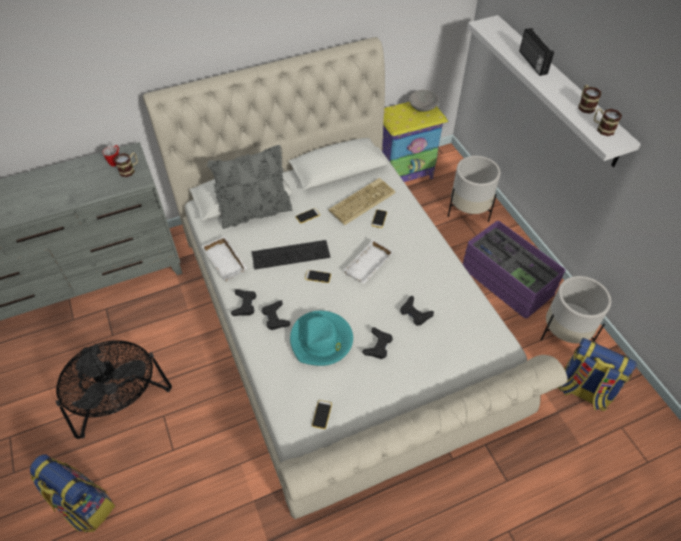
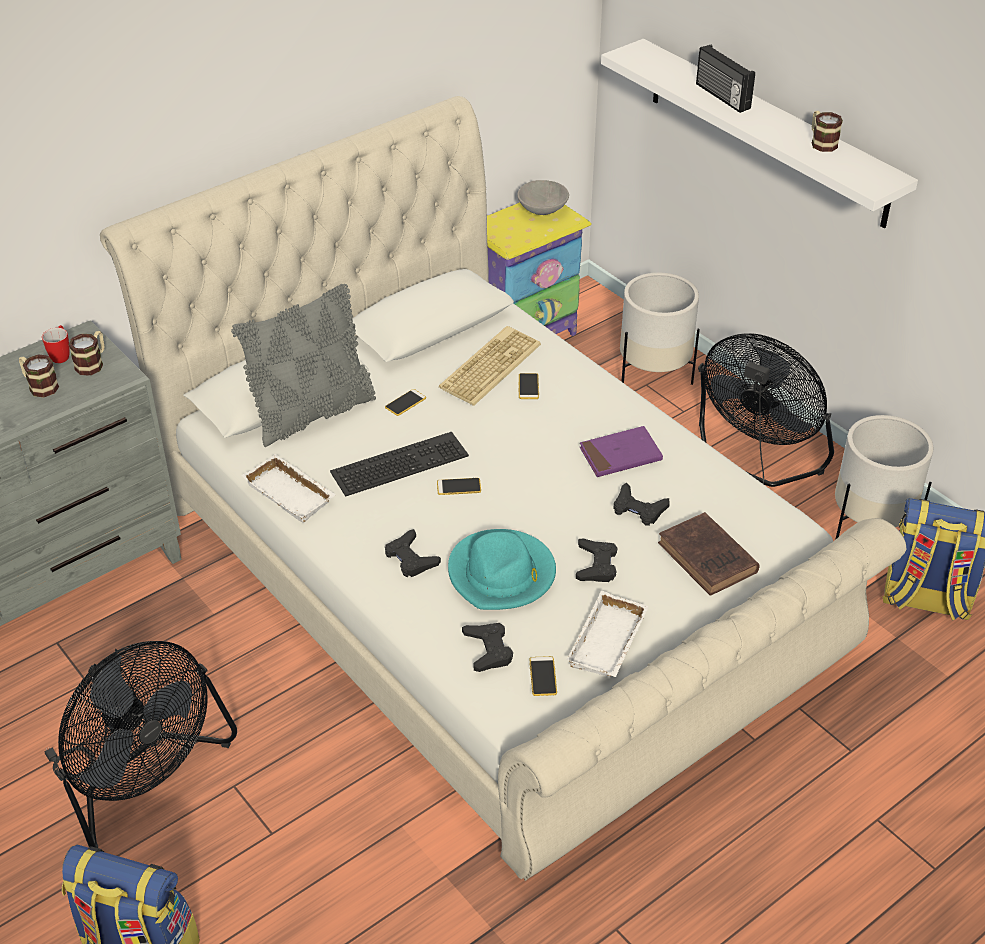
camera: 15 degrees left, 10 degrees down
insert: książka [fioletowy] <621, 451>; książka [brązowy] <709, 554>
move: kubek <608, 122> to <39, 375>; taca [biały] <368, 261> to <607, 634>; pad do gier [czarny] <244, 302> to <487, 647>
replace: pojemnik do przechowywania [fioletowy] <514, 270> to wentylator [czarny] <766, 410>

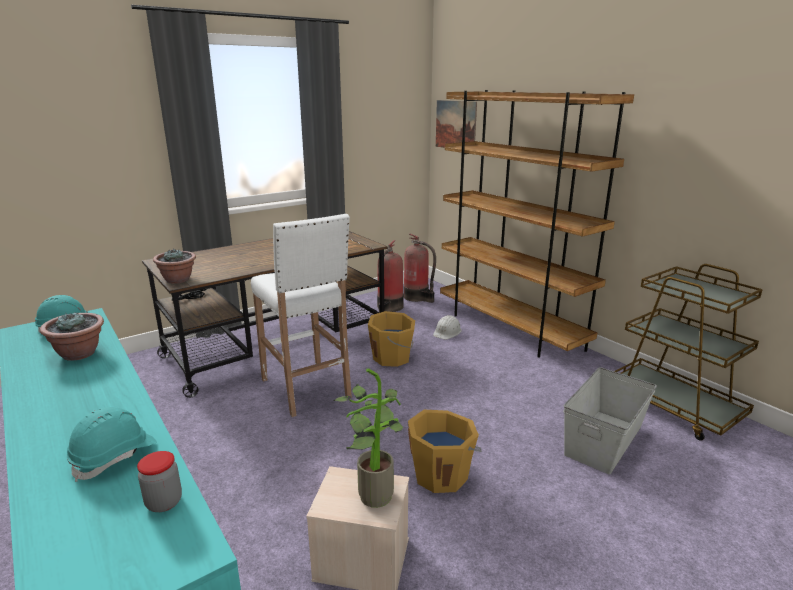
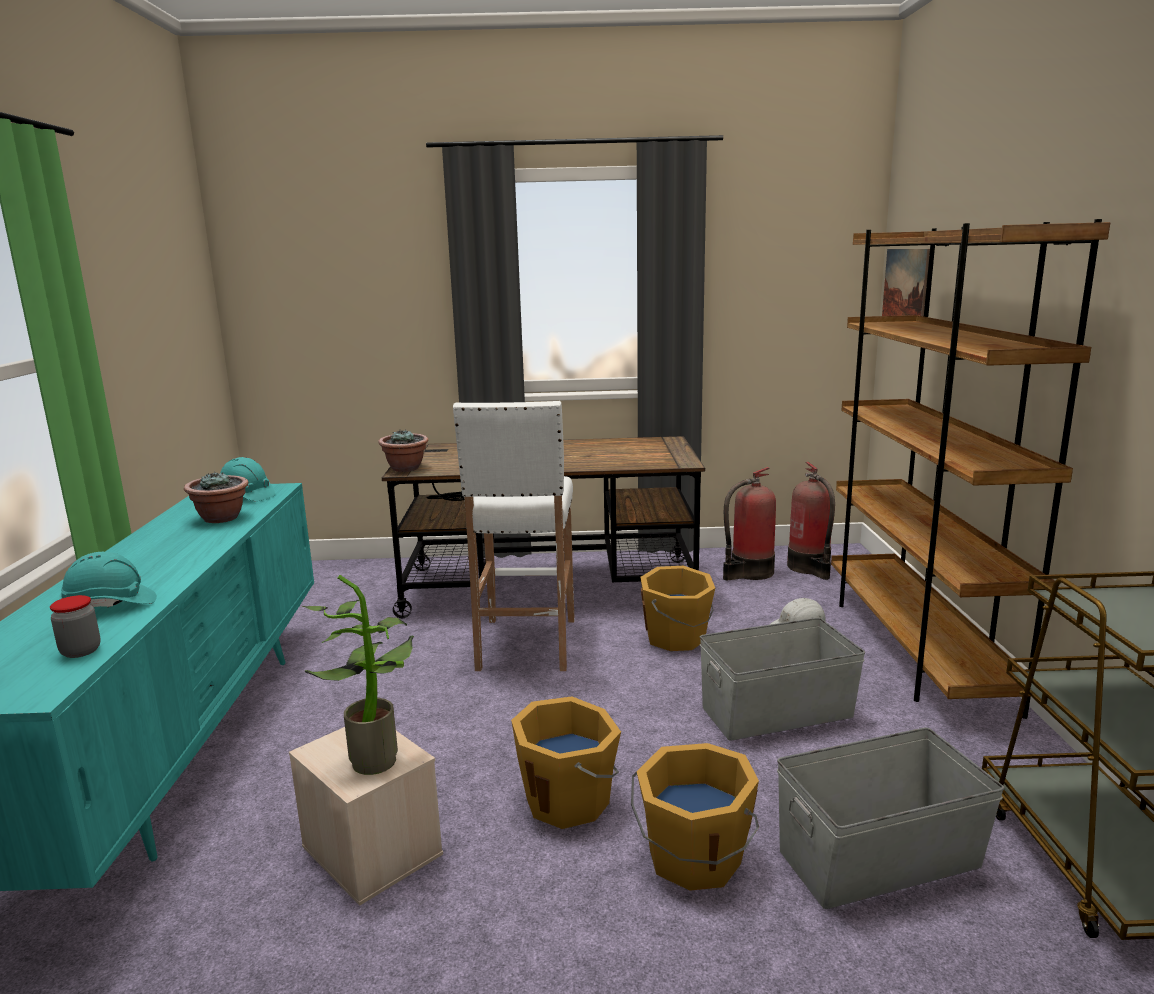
camera: 35 degrees right, 5 degrees down
insert: pojemnik do przechowywania [szary] <782, 679>; wiadro [pomarańczowy] <695, 817>

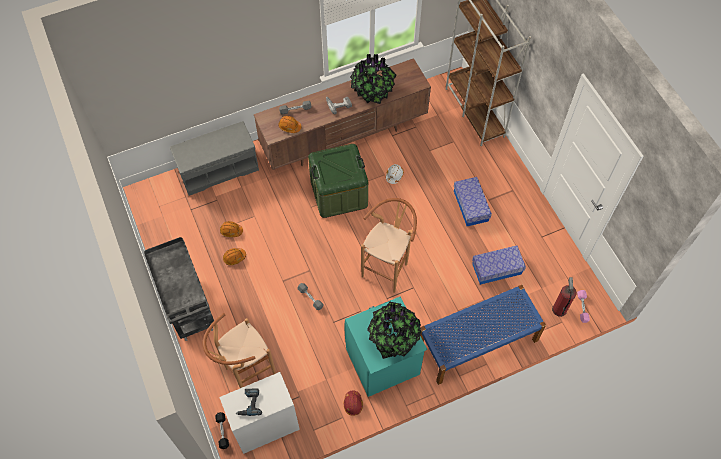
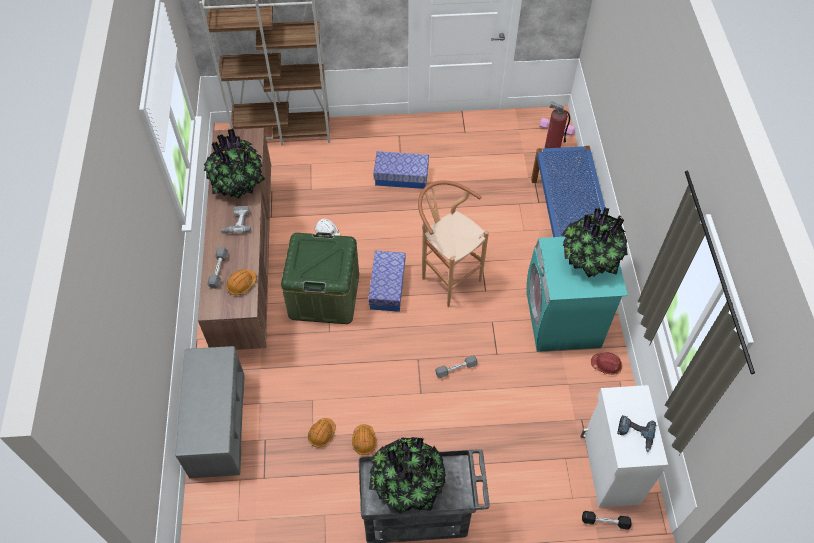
camera: 70 degrees left, 5 degrees down
delete: stołek [brązowy] <239, 350>
insert: roślina doniczkowa <407, 475>
move: pojemnik do przechowywania <499, 265> to <386, 281>

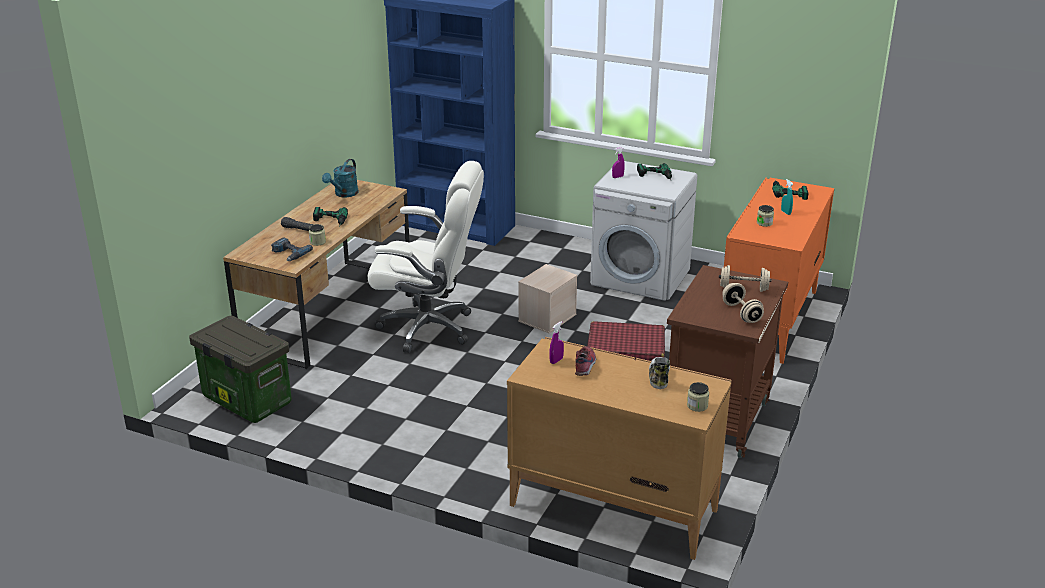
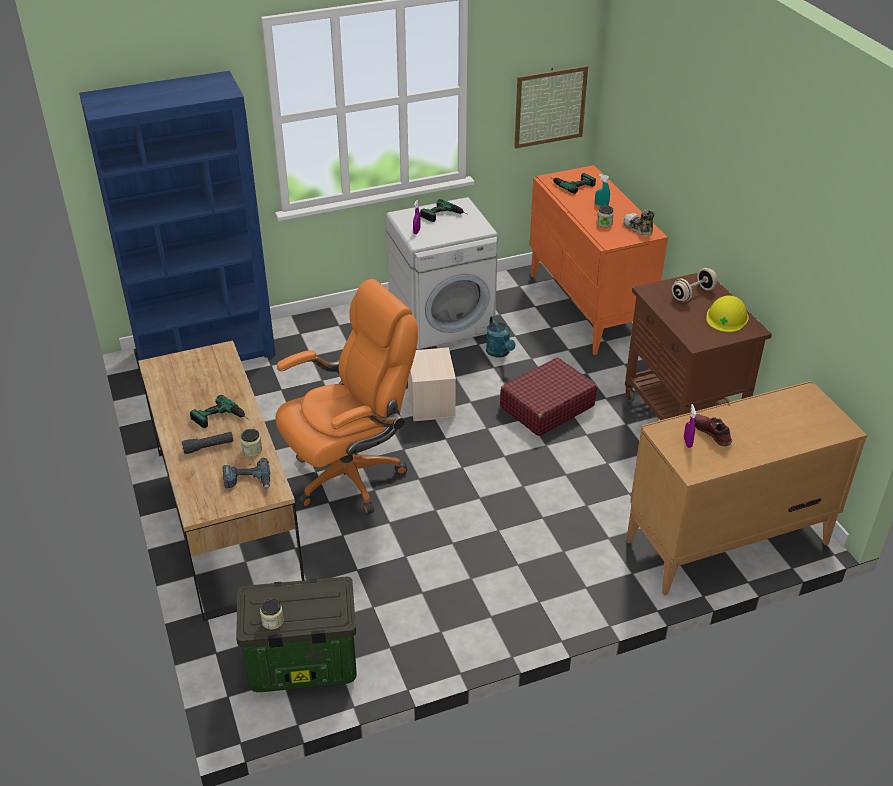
camera: 45 degrees left, 10 degrees up
insert: obraz <551, 107>
move: konewka [turkusowy] <340, 178> to <500, 337>; but <659, 373> to <639, 222>; słoik <698, 397> to <272, 614>
replace: hantel [beżowy] <743, 303> to kask [żółty] <727, 313>
recolor: krzesło biurowe [biały] <426, 257> to krzesło biurowe [pomarańczowy] <346, 397>

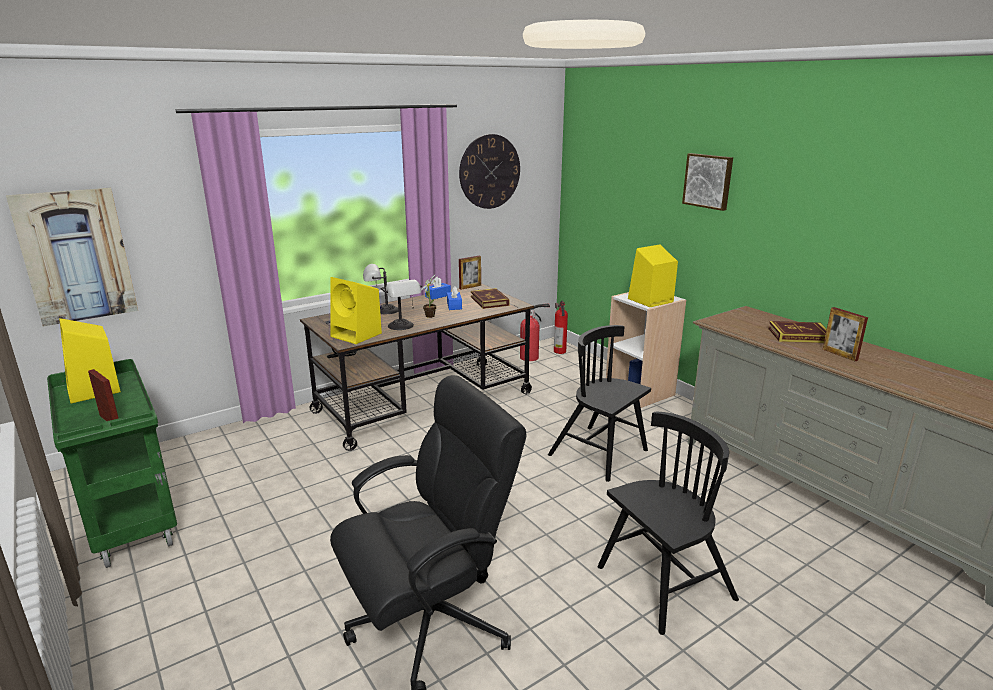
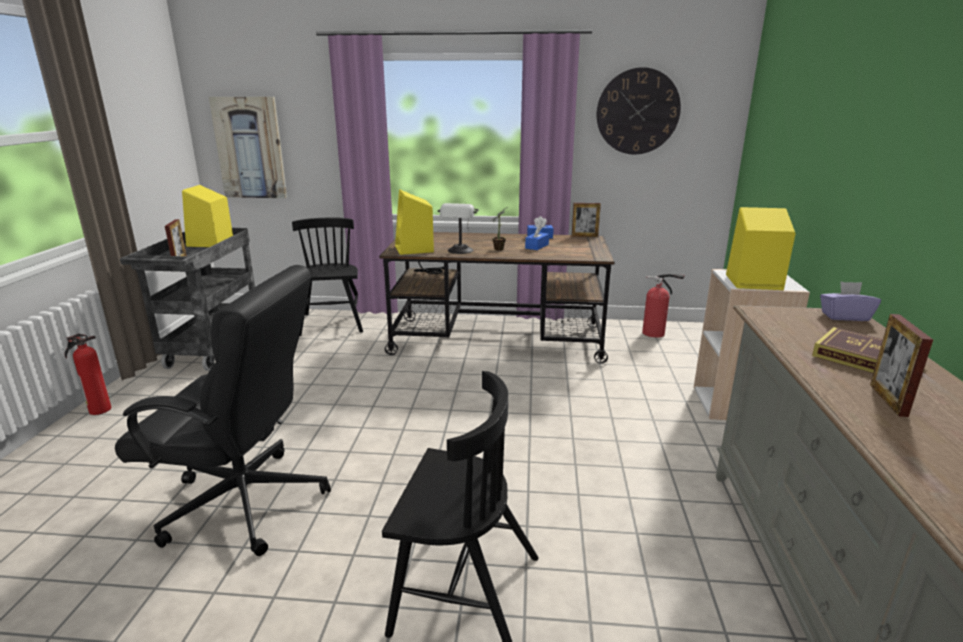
camera: 40 degrees right, 0 degrees up
delete: obraz <707, 182>; lampa stołowa <381, 289>; książka <490, 298>
insert: pudełko chusteczek [fioletowy] <850, 301>
move: gaśnica <561, 327> to <88, 374>; krzesło [czarny] <599, 403> to <327, 276>
recolor: wózek [zielony] <112, 463> to wózek [czarny] <187, 299>

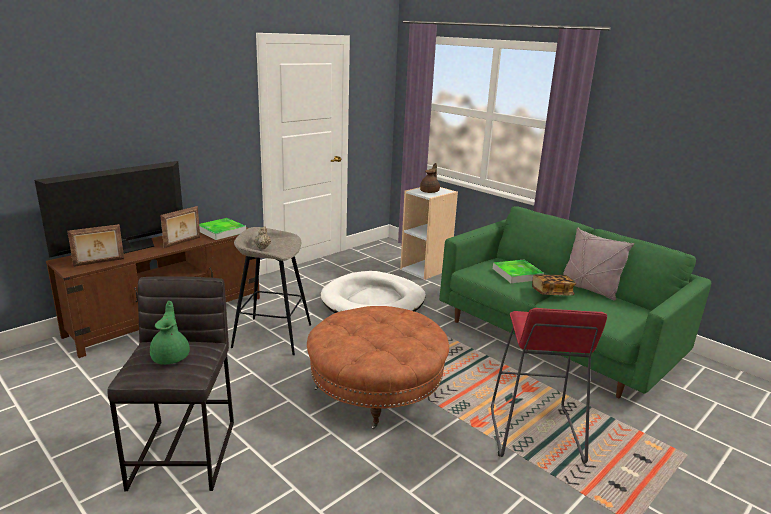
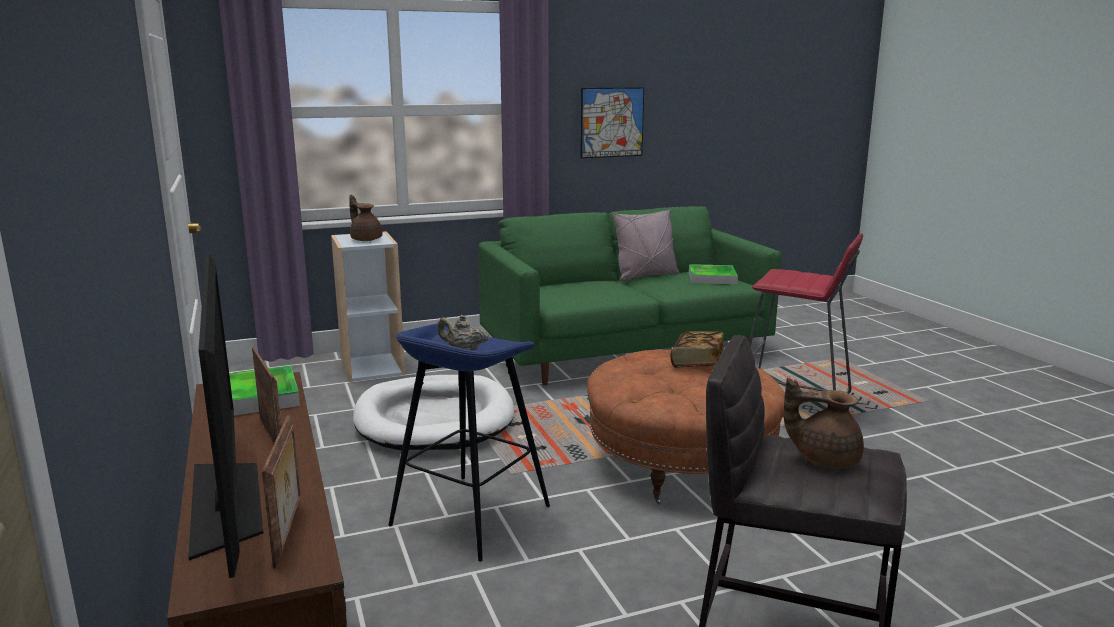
camera: 65 degrees left, 5 degrees down
insert: obraz <612, 122>
move: taca <518, 271> to <713, 274>; książka <554, 285> to <697, 349>
recolor: stołek [szary] <271, 291> to stołek [niebieski] <469, 443>; imbryk [zielony] <170, 333> to imbryk [brązowy] <824, 422>

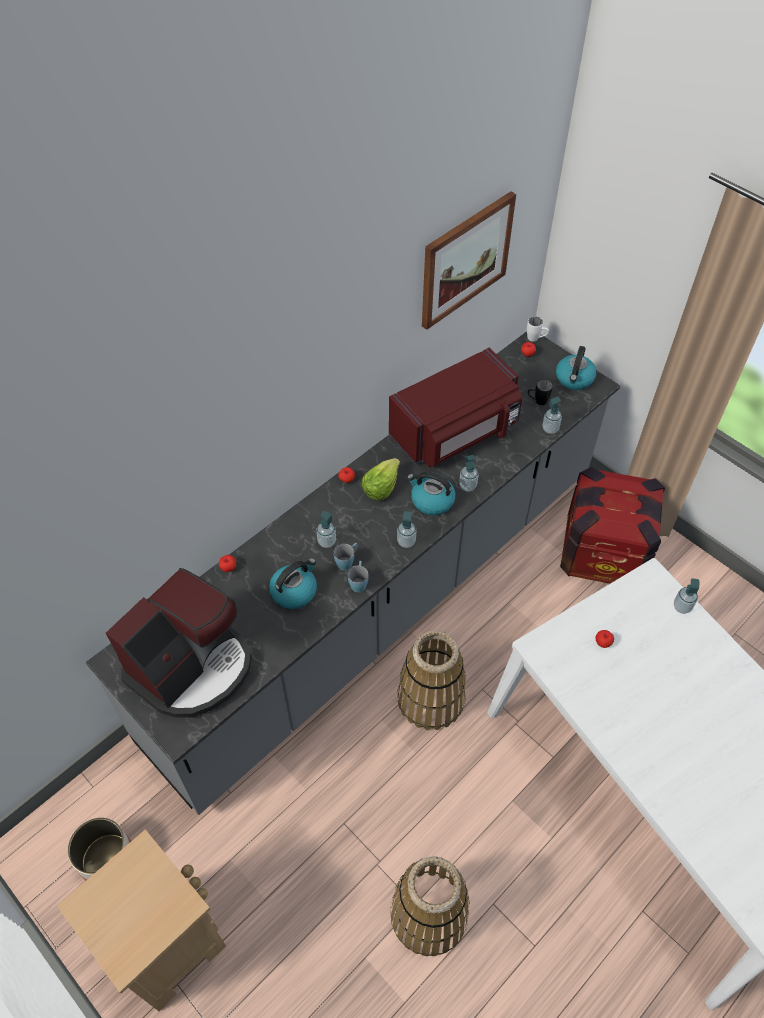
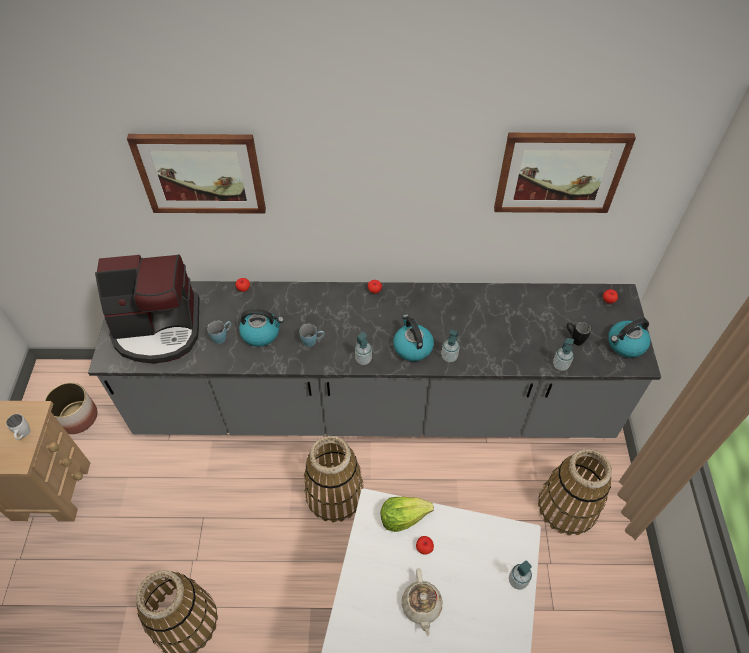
camera: 45 degrees right, 0 degrees up
delete: mikrofalówka [czerwony] <455, 407>; dozownik mydła <326, 529>
insert: obraz <196, 174>; imbryk [beżowy] <421, 602>
move: kubek [biały] <538, 329> to <18, 427>; sałata <381, 479> to <407, 514>; kubek [niebieski] <358, 576> to <219, 332>
replace: skrzynka <612, 525> to koszyk <575, 492>

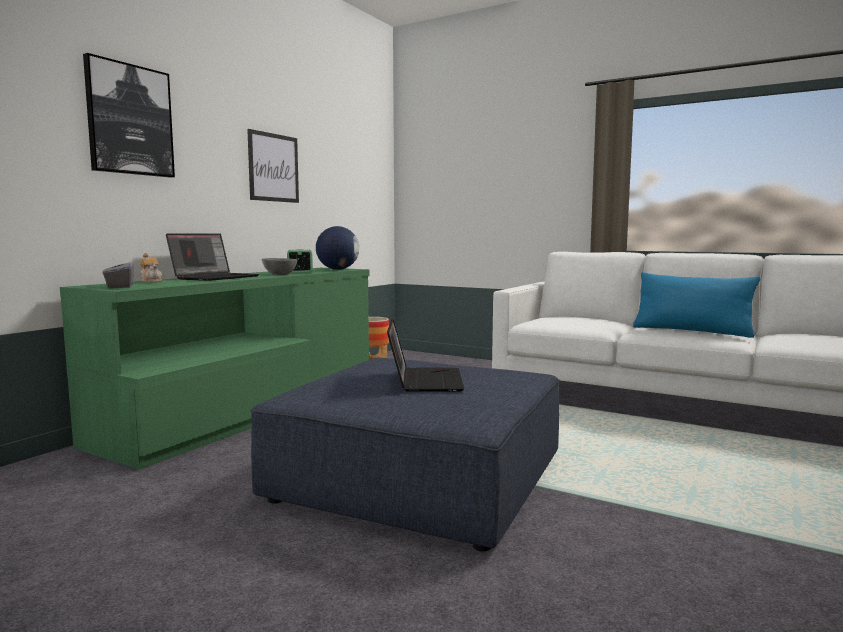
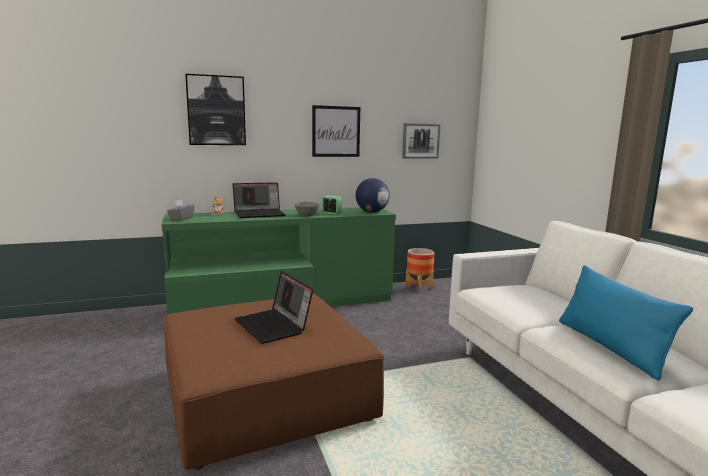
camera: 40 degrees right, 5 degrees up
insert: obraz <421, 141>
recolor: pufa [niebieski] <405, 455> to pufa [brązowy] <274, 382>
rotate: laptop <425, 355> = <273, 307> 105 degrees clockwise

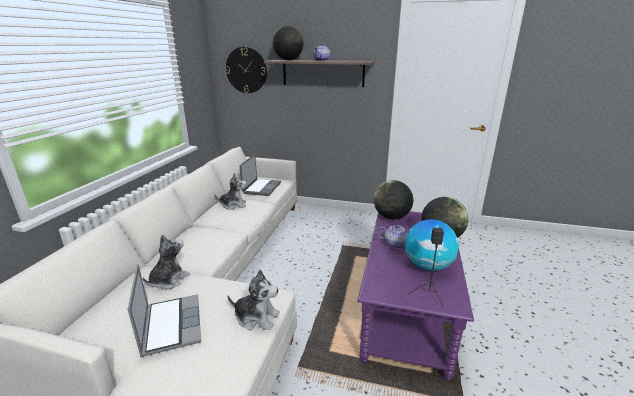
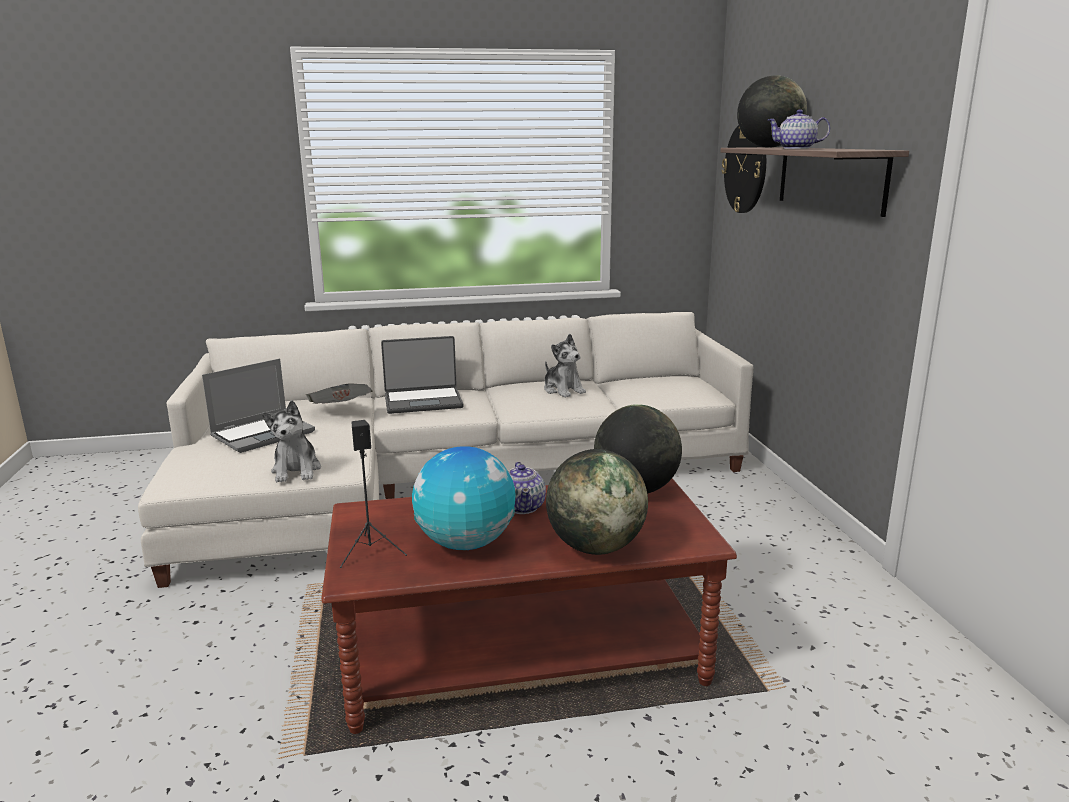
camera: 65 degrees right, 5 degrees down
move: laptop <260, 175> to <422, 375>
replace: pluszak <166, 262> to gazeta <339, 393>
recolor: ława [fioletowy] <415, 296> to ława [brązowy] <529, 606>

